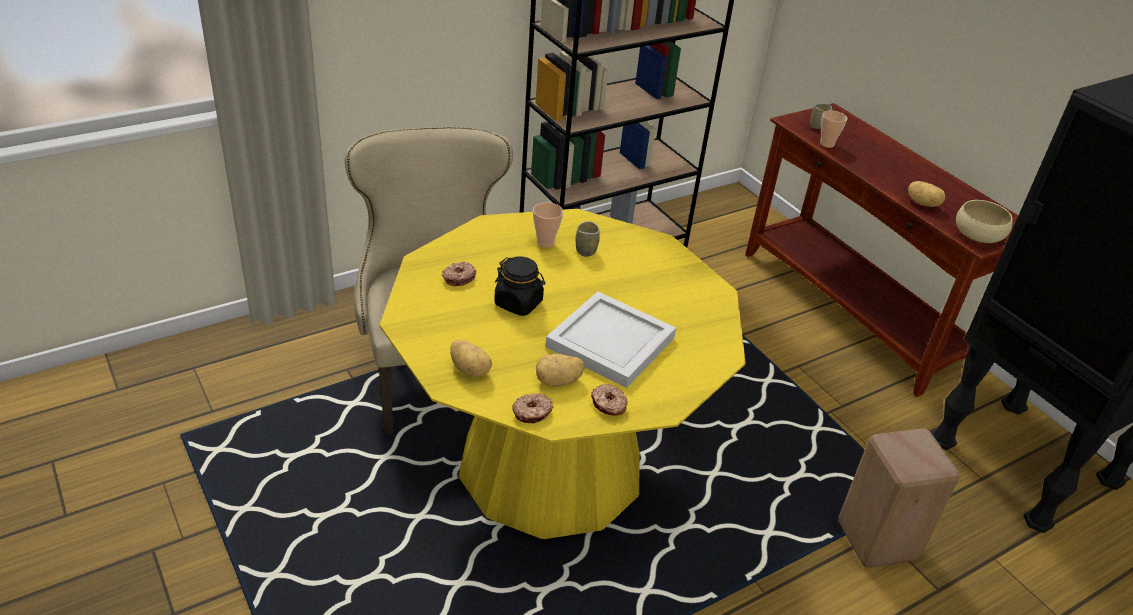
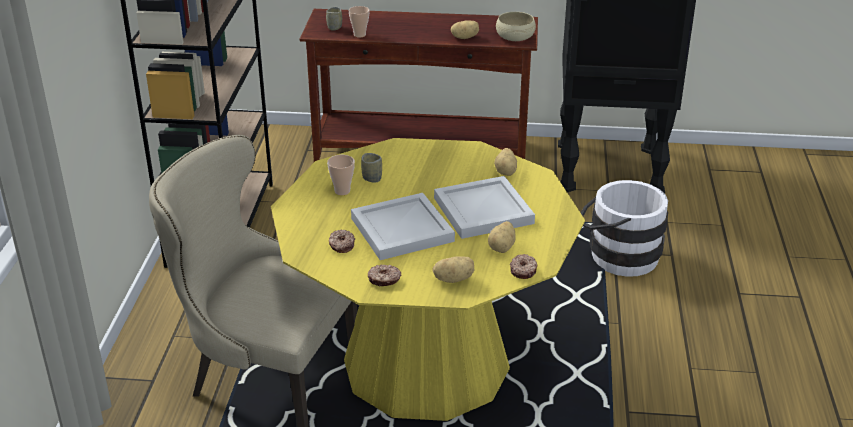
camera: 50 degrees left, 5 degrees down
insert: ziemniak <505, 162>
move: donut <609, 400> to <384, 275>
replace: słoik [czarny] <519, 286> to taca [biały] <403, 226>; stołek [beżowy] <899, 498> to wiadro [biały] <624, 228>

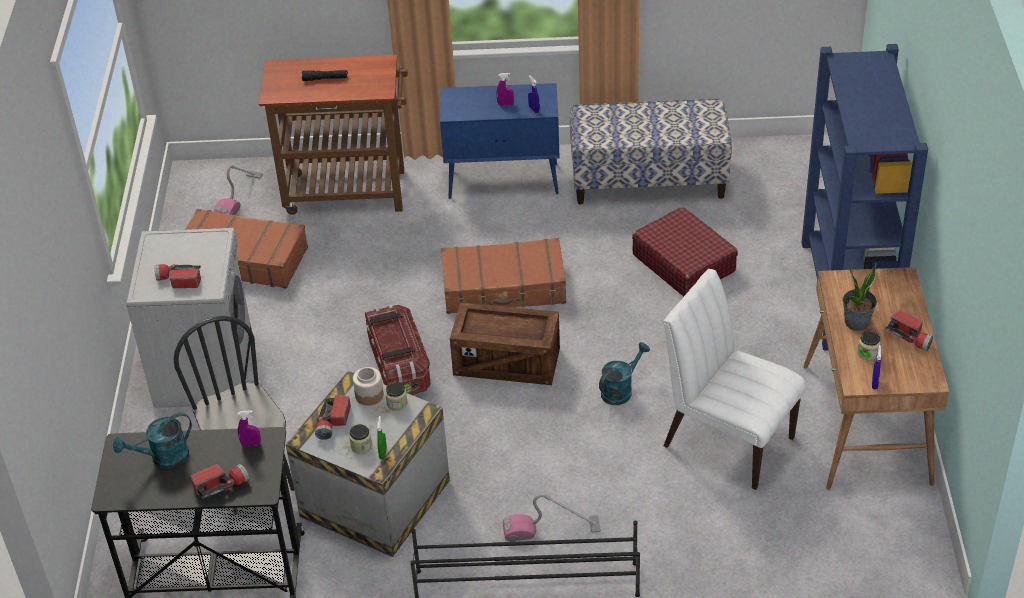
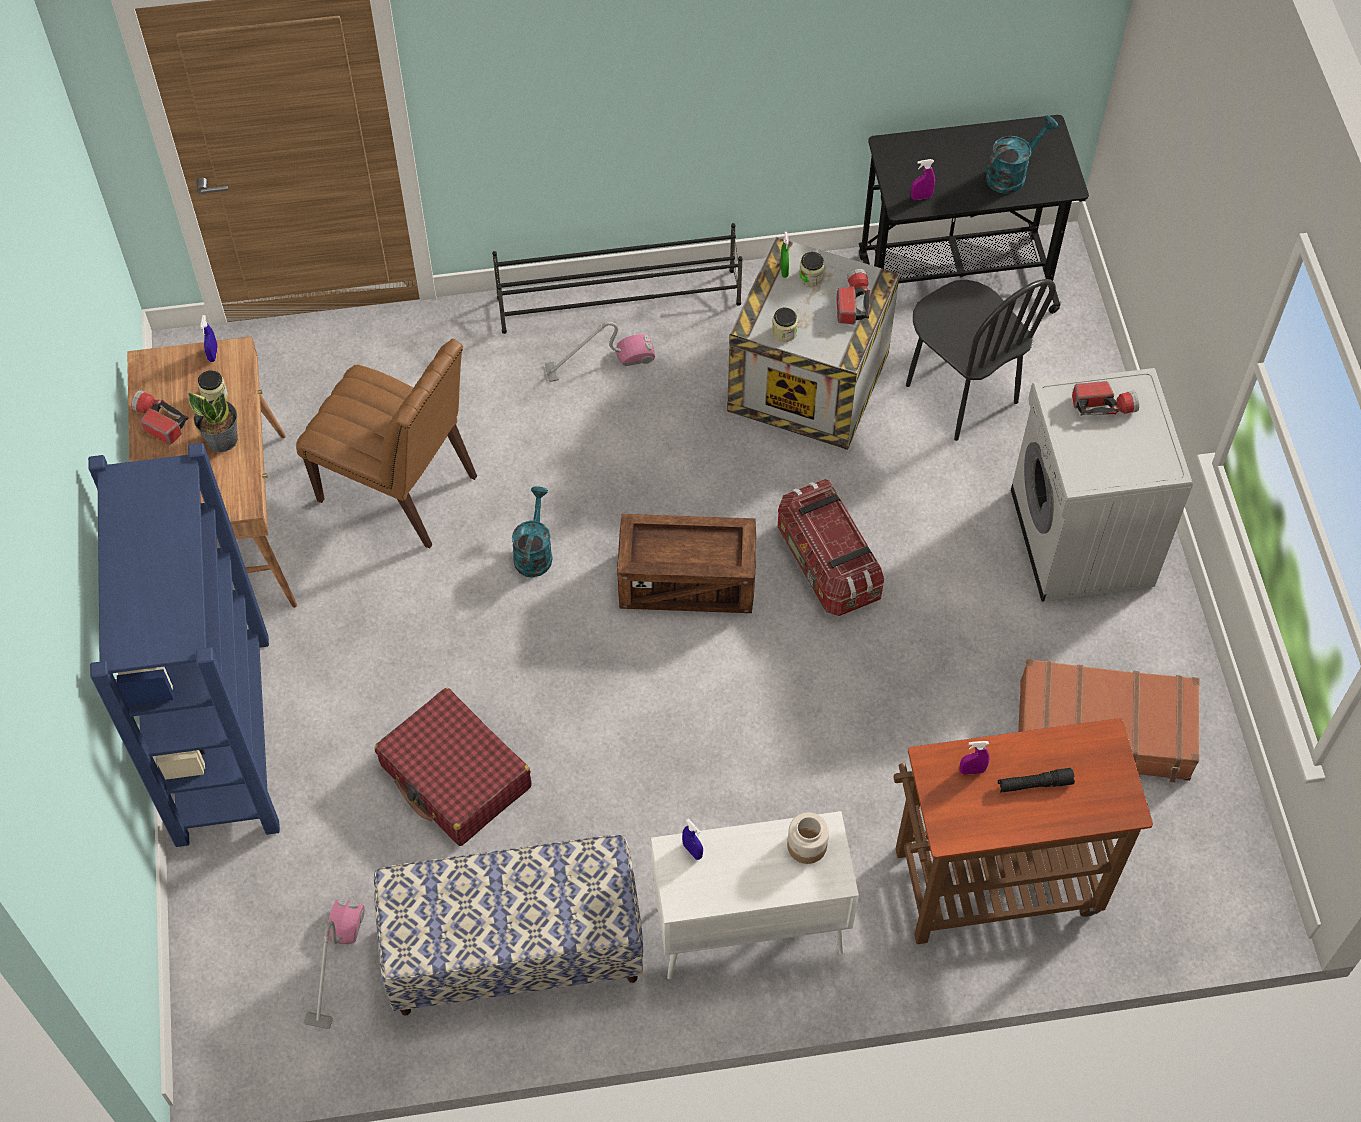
camera: 170 degrees right, 15 degrees up
delete: walizka [brązowy] <503, 276>; latarka <220, 481>
move: spryskiwacz [fioletowy] <505, 89> to <974, 758>; odkurzacz <238, 190> to <334, 964>; słoik <368, 386> to <808, 838>
recolor: szafka [niebieski] <500, 141> to szafka [biały] <755, 895>; krzesło [biały] <734, 379> to krzesło [brązowy] <386, 444>
rotate: konewka [turkusowy] <624, 373> = <532, 531> 150 degrees clockwise

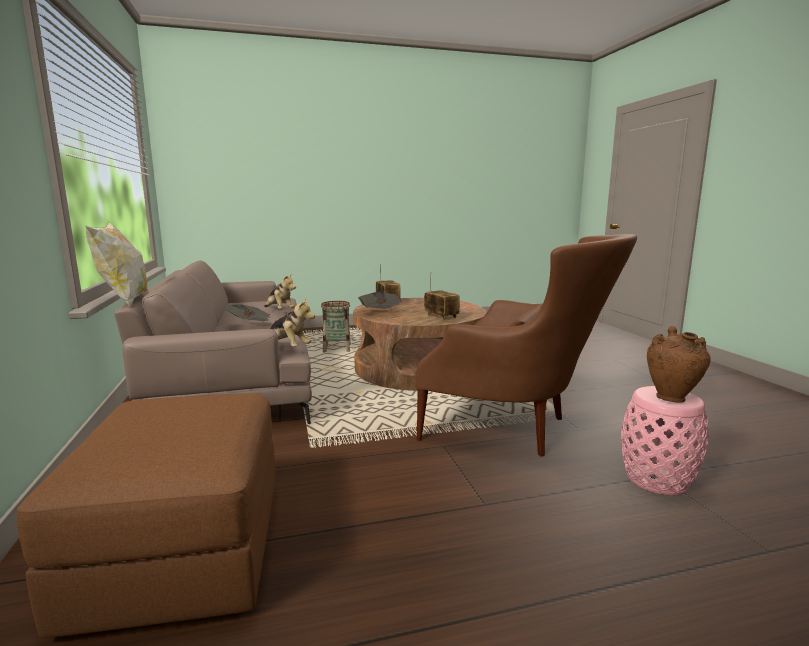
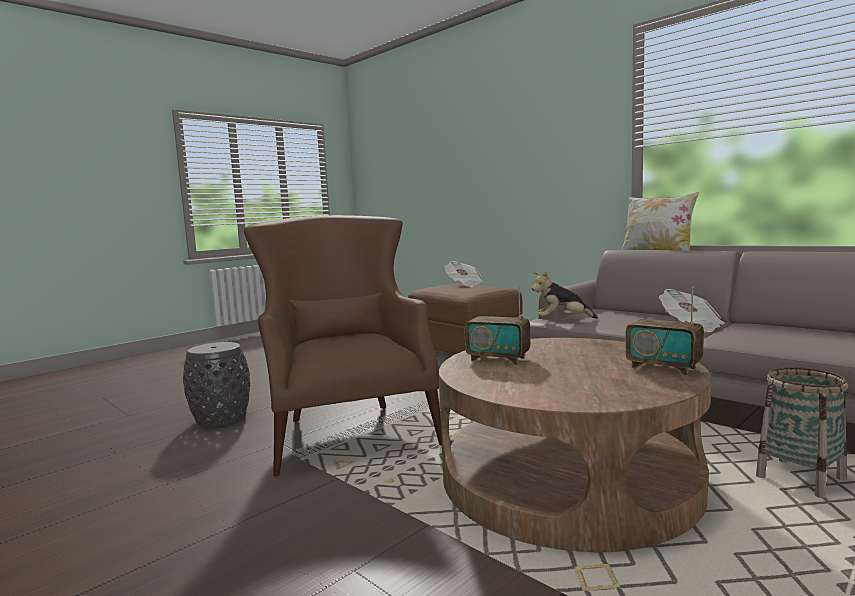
camera: 150 degrees right, 5 degrees down
delete: pluszak <280, 292>; wazon [brązowy] <679, 364>
move: gazeta <380, 300> to <464, 274>
recolor: stołek [różowy] <665, 441> to stołek [szary] <216, 385>
rotate: fotel [brązowy] <526, 345> = <343, 345> 75 degrees clockwise

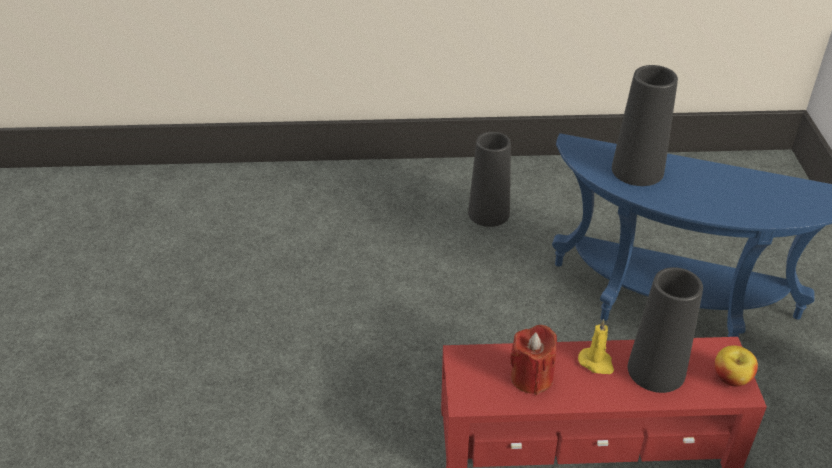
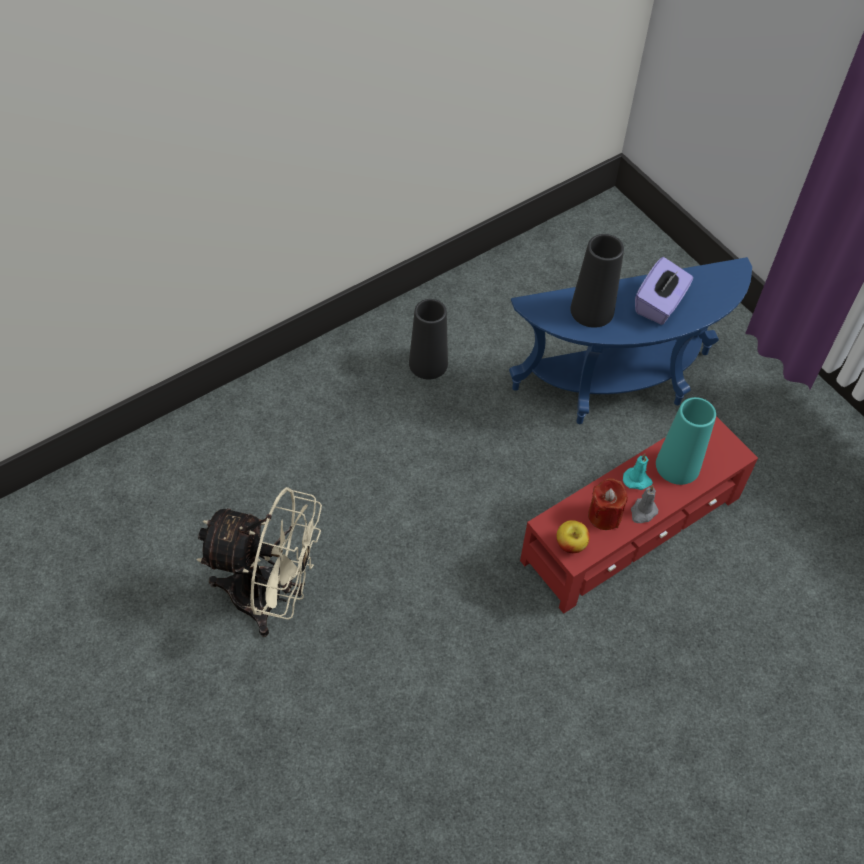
camera: 35 degrees left, 15 degrees up
insert: pudełko chusteczek [fioletowy] <664, 291>; świeca [szary] <644, 504>; wentylator [beżowy] <259, 562>
move: jabłko <736, 365> to <573, 536>
recolor: wazon [czarny] <665, 330> to wazon [turkusowy] <686, 441>; świeca [żółty] <596, 346> to świeca [turkusowy] <638, 472>

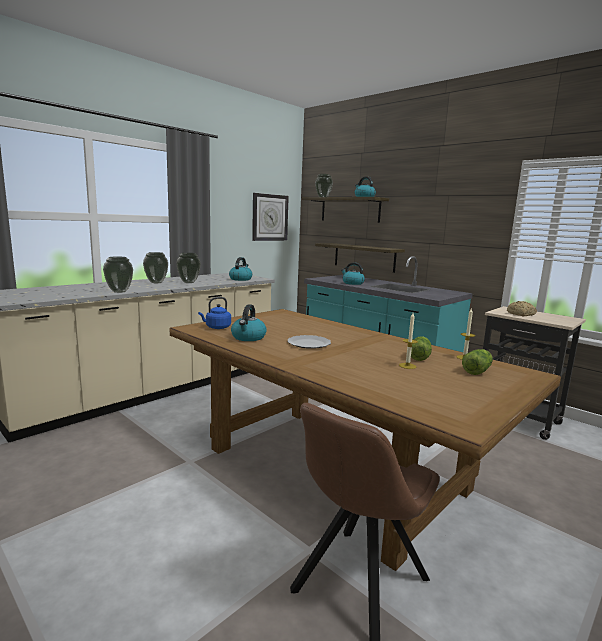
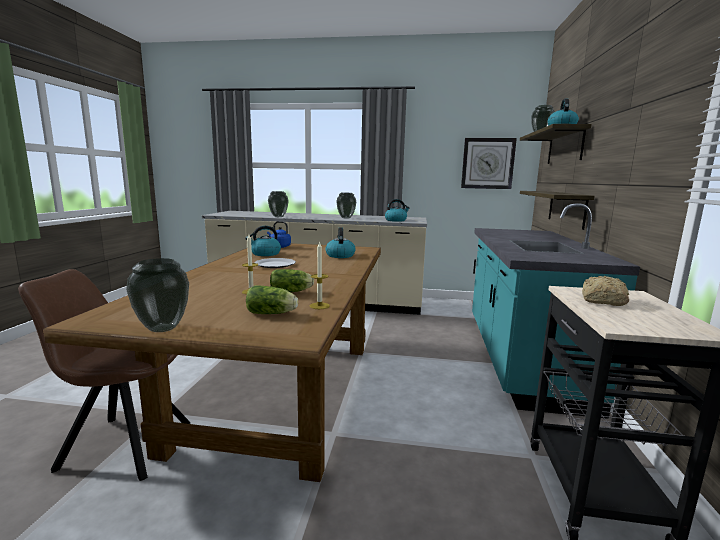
camera: 55 degrees right, 0 degrees up
move: wazon <155, 267> to <157, 295>; czajnik <353, 273> to <340, 242>

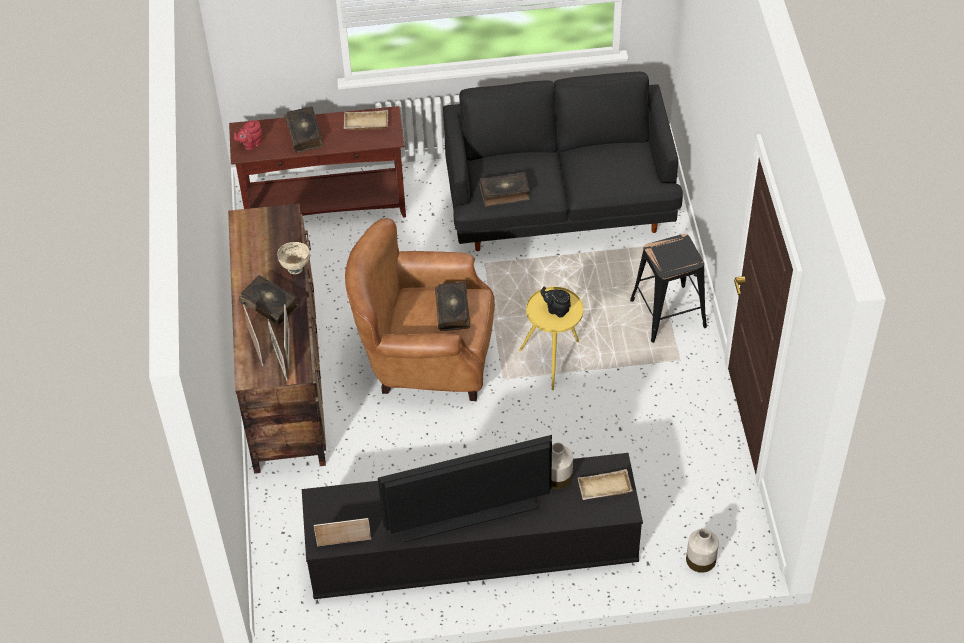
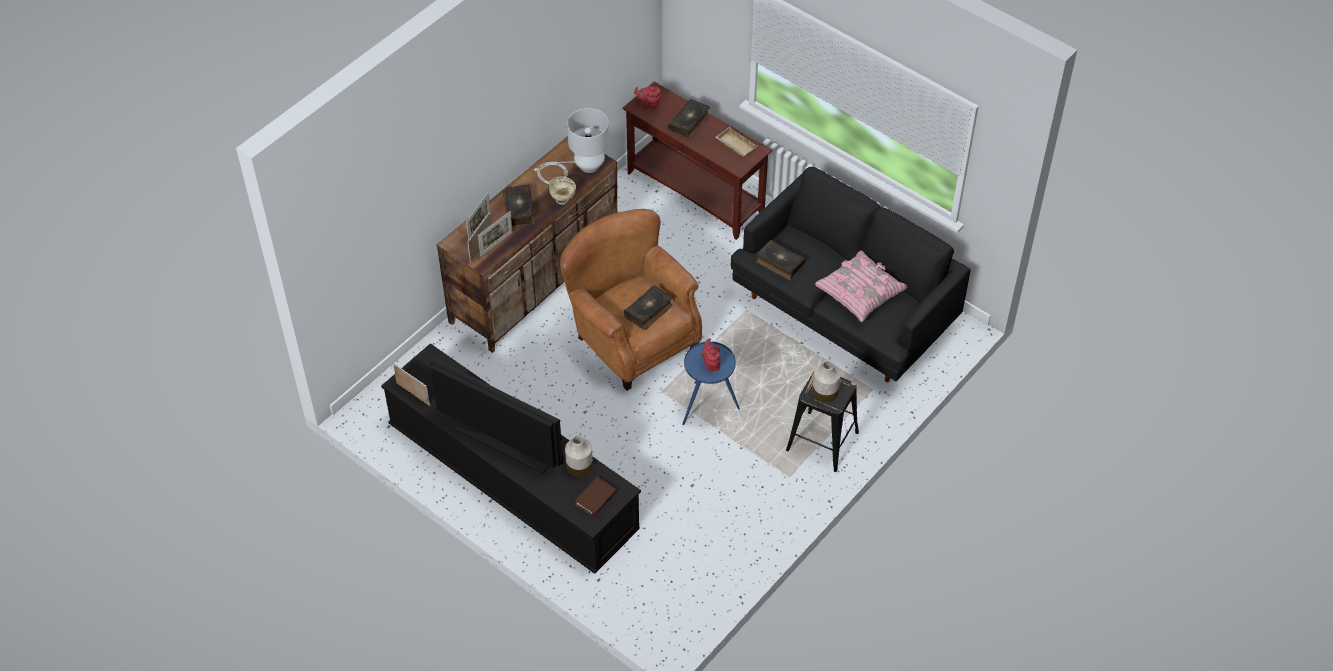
camera: 45 degrees right, 0 degrees up
insert: lampa stołowa [biały] <571, 146>; poduszka [różowy] <861, 286>
move: wazon [beżowy] <702, 550> to <826, 381>
replace: taca [beżowy] <605, 484> to książka [brązowy] <596, 496>
recolor: imbryk [czarny] <555, 302> to imbryk [czerwony] <711, 354>; stolik [żółty] <551, 338> to stolik [niebieski] <711, 383>

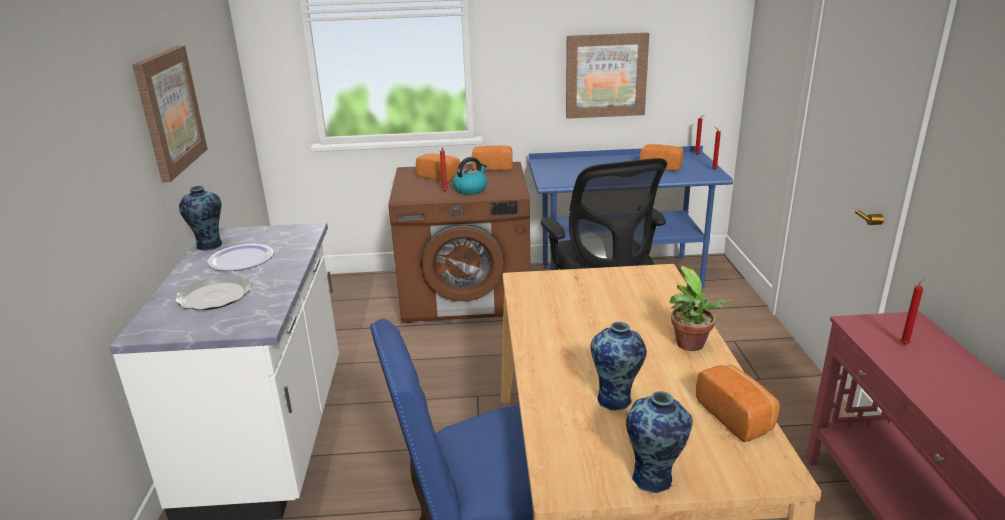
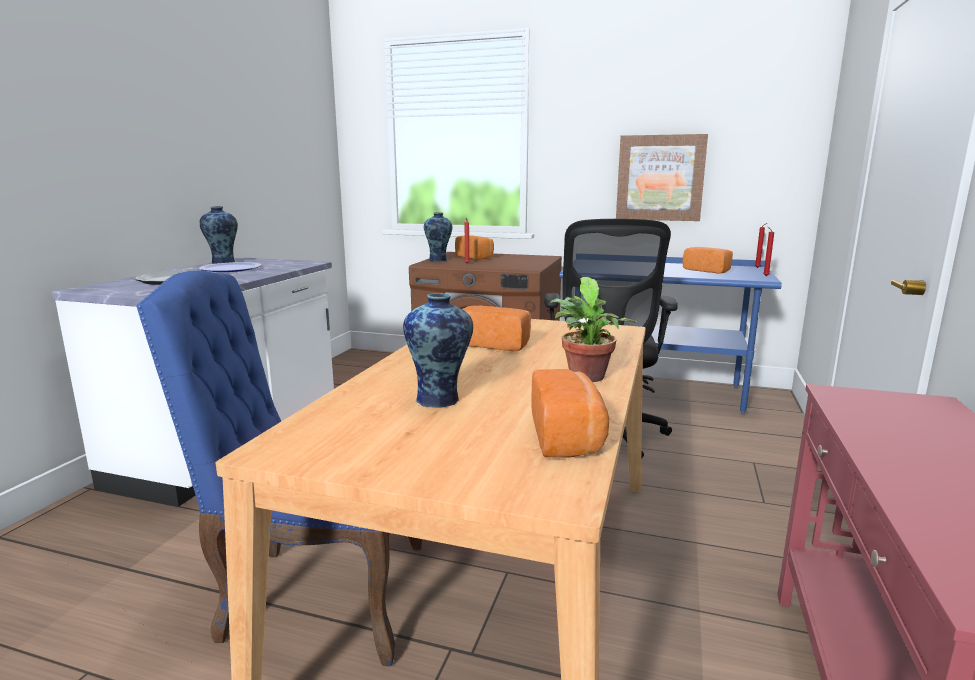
camera: 20 degrees right, 10 degrees down
delete: obraz <169, 114>; czajnik <470, 175>; świeca [czerwony] <912, 312>
move: chleb <492, 157> to <497, 328>; wazon <659, 442> to <438, 236>

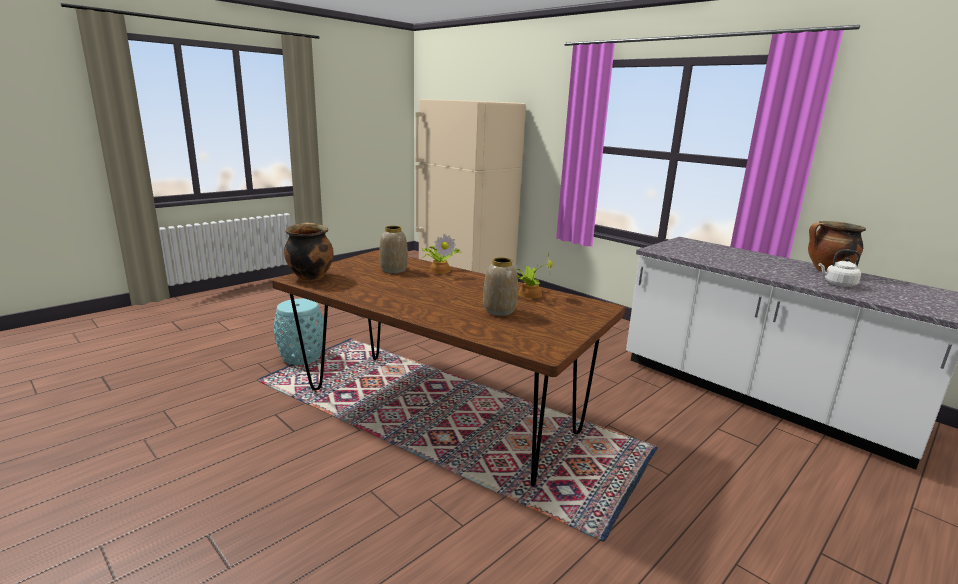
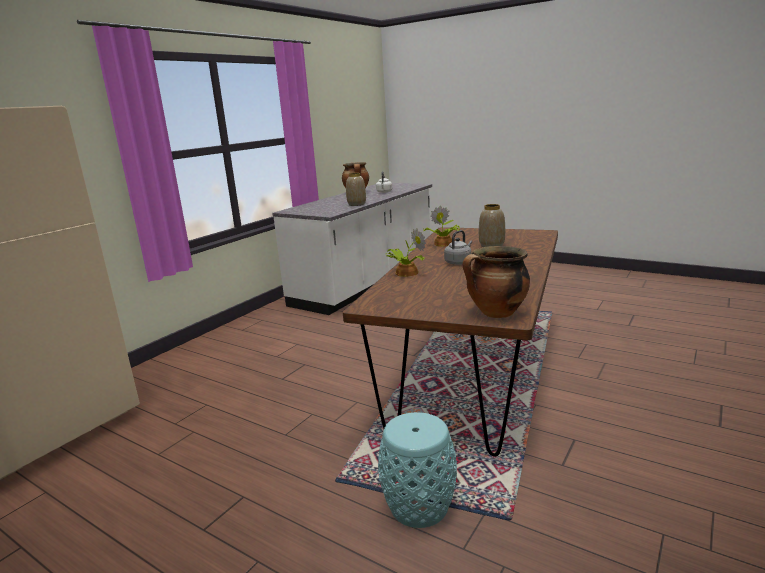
camera: 100 degrees left, 0 degrees up
insert: czajnik [szary] <458, 247>
move: wazon <393, 249> to <356, 189>

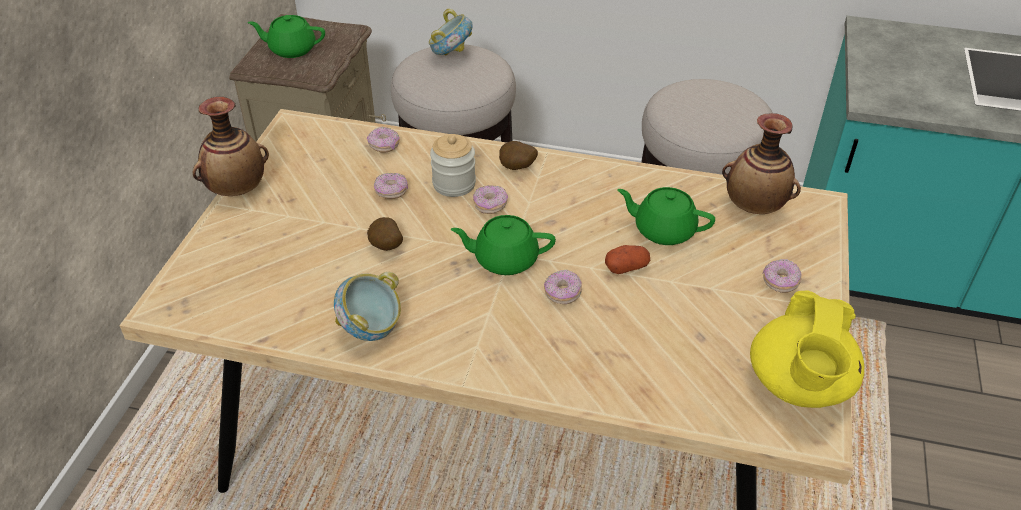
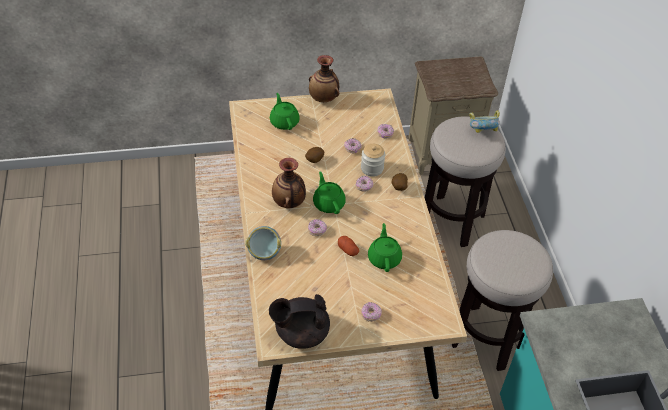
camera: 65 degrees right, 5 degrees up
move: imbryk [zielony] <286, 36> to <285, 111>; wazon <761, 163> to <289, 183>; miska <367, 306> to <263, 243>
recolor: imbryk [żółty] <807, 349> to imbryk [czarny] <299, 321>

